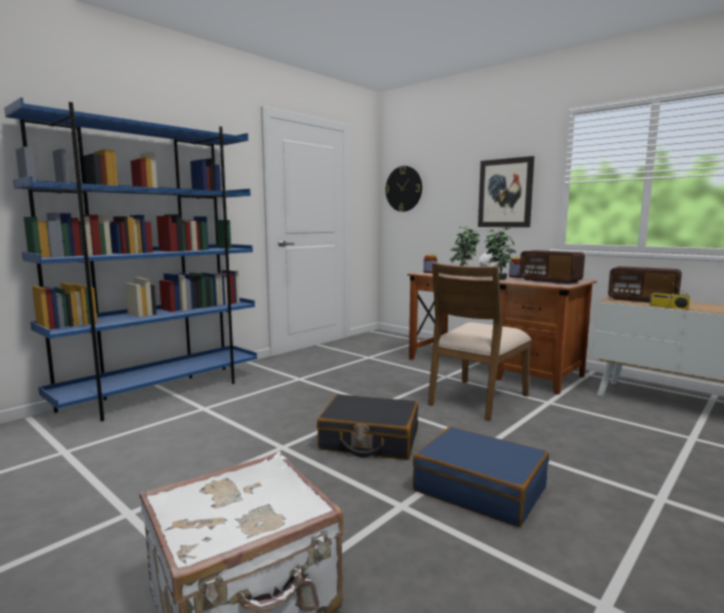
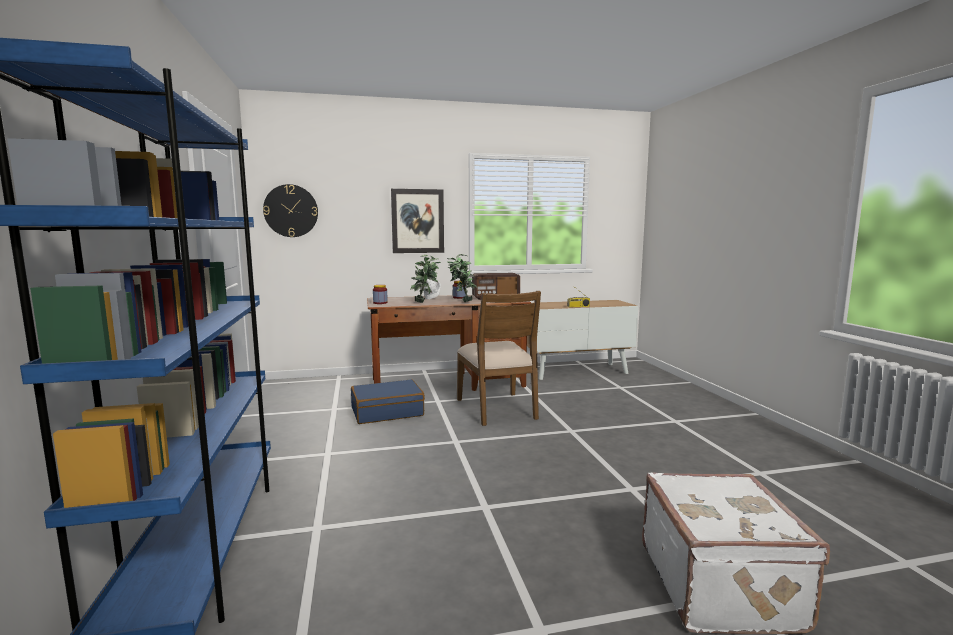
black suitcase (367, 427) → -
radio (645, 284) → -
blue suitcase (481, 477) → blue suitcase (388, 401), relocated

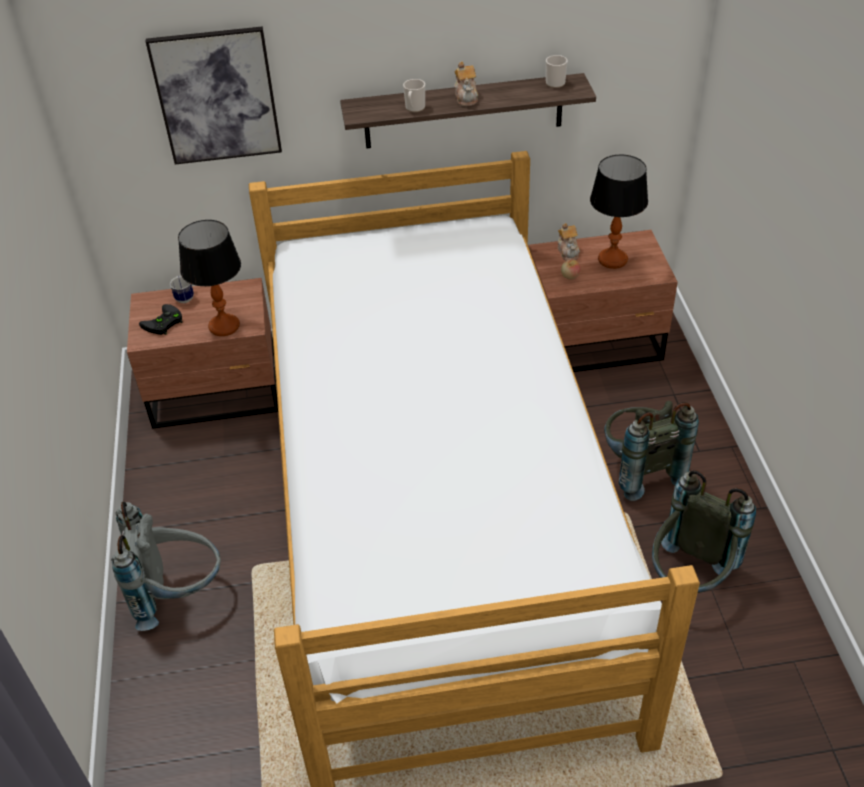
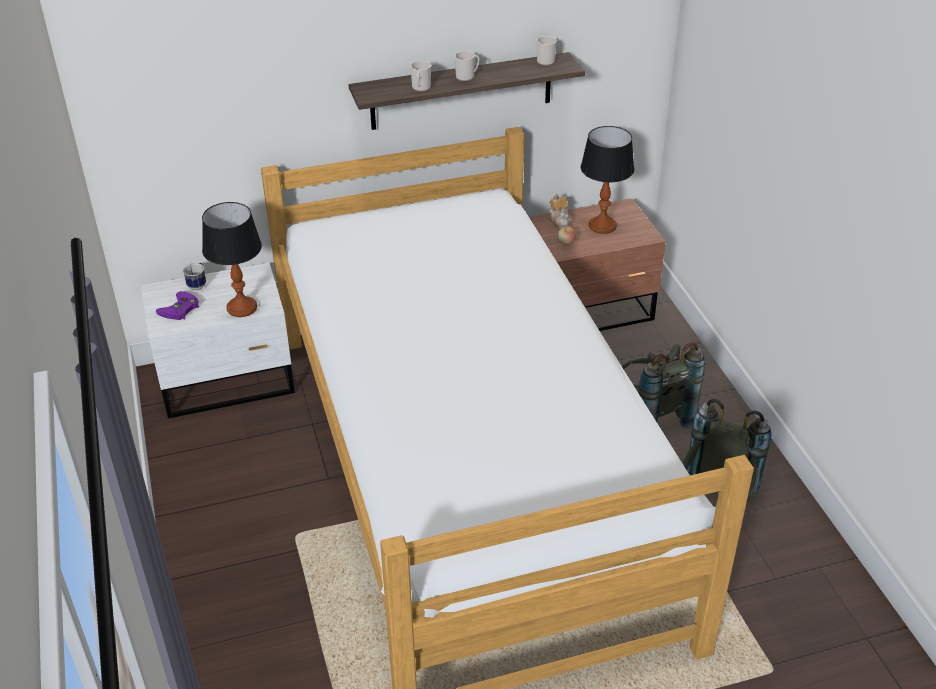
grey backpack (166, 566) → -
picture (214, 95) → -
teapot (466, 83) → mug (467, 66)
brown nightstand (202, 353) → white nightstand (218, 341)
black game controller (161, 319) → purple game controller (177, 305)

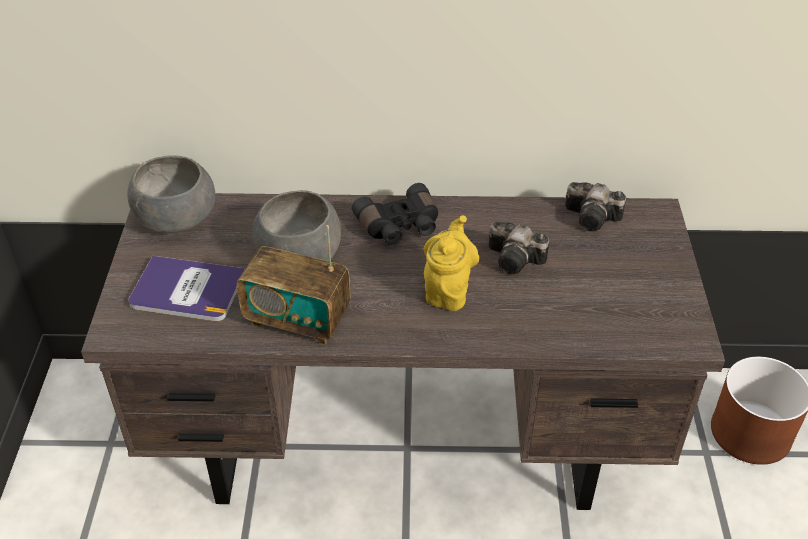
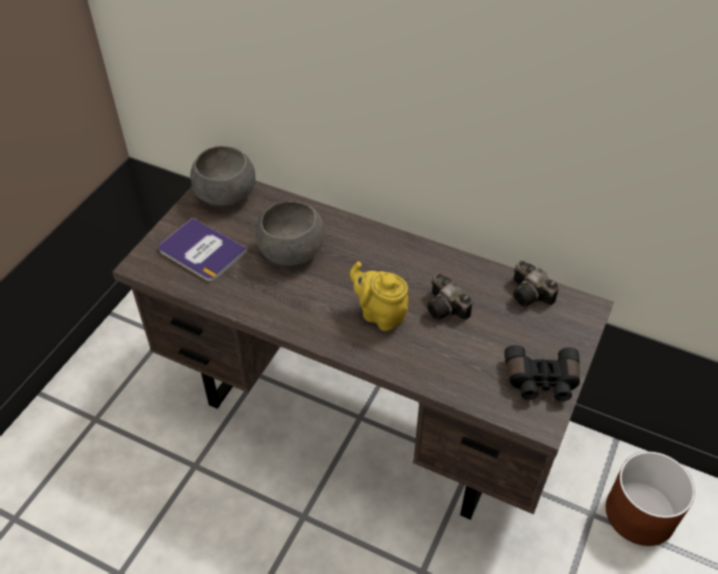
radio (294, 285) → -
black binoculars (395, 214) → black binoculars (542, 373), relocated
yellow teapot (451, 263) → yellow teapot (379, 296), 90 degrees counterclockwise

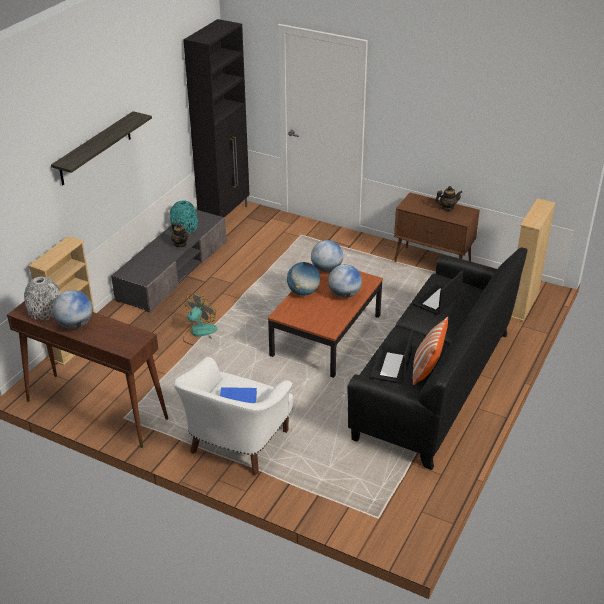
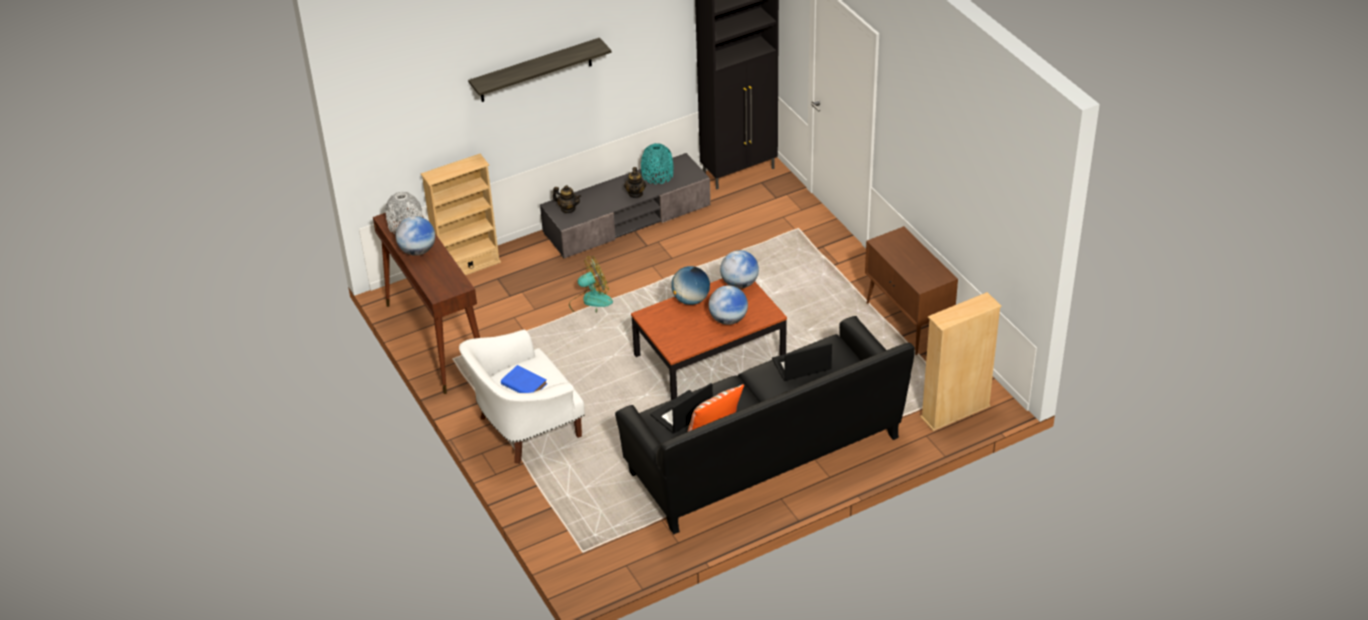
teapot (448, 198) → teapot (567, 199), relocated

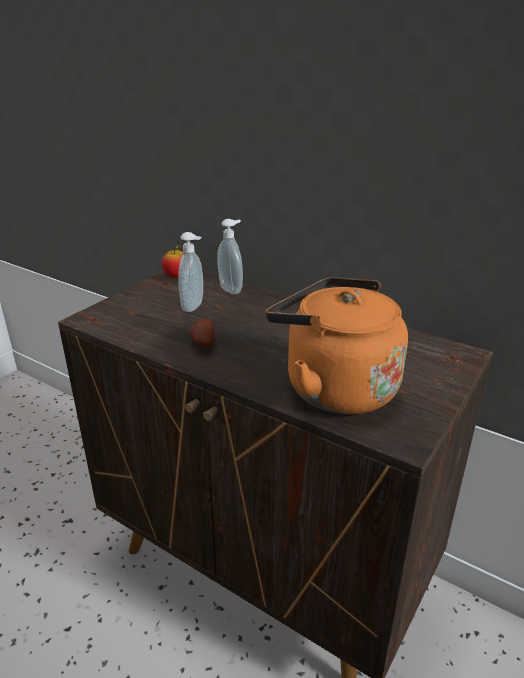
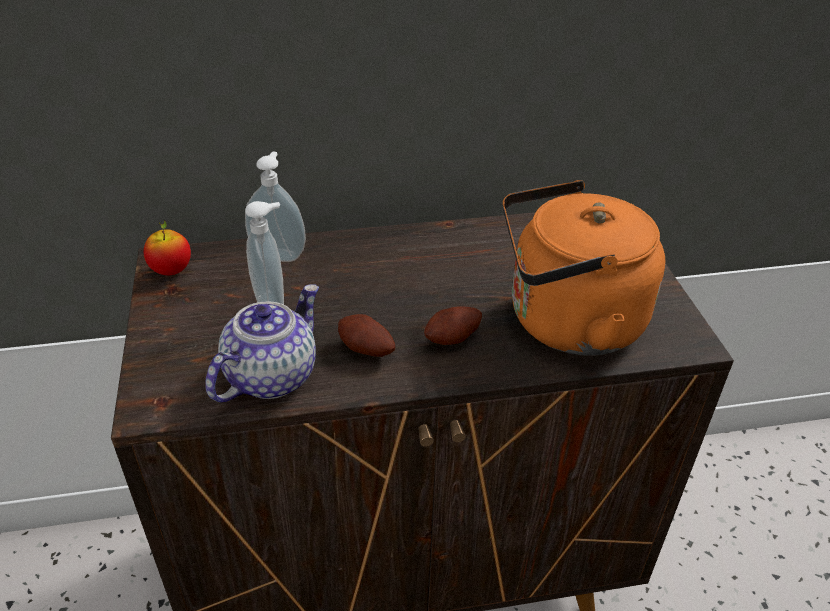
- → teapot (262, 343)
- → potato (453, 325)

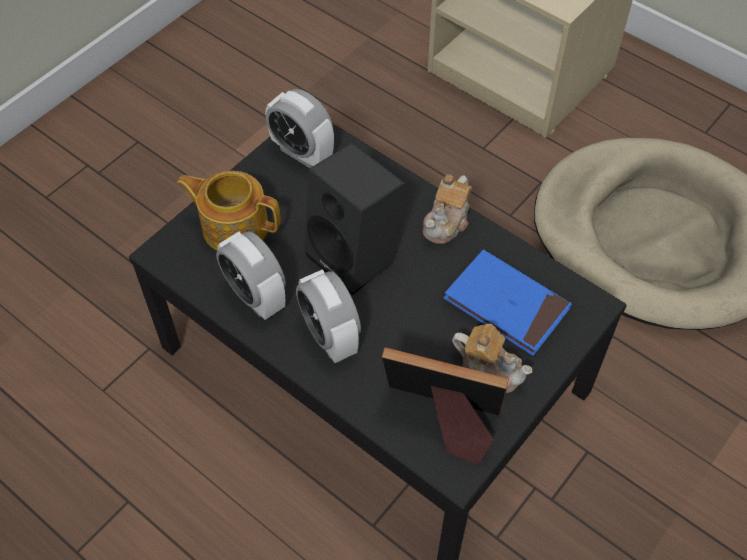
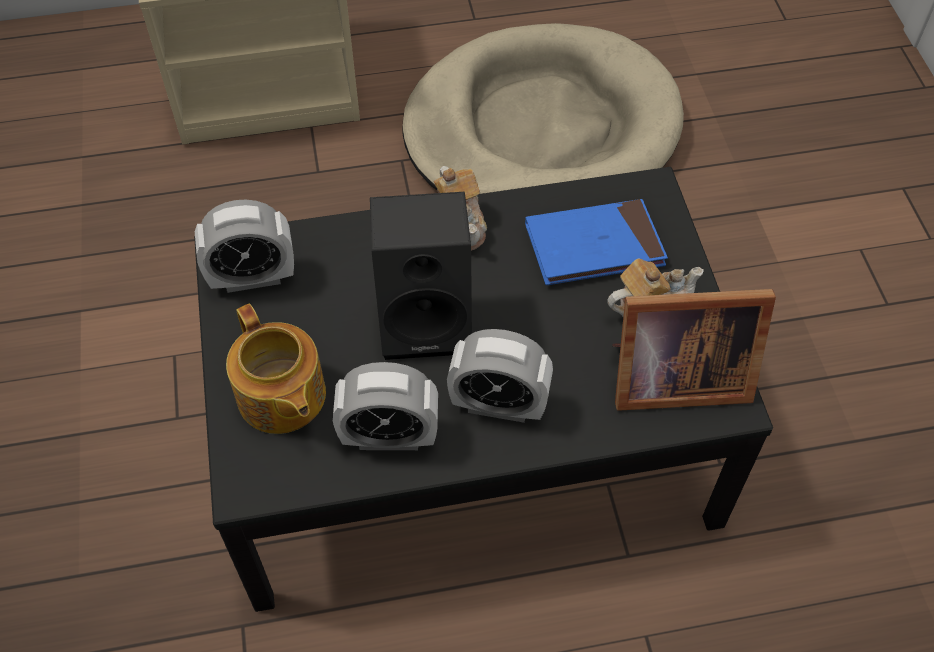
teapot (229, 210) → teapot (276, 369), 90 degrees counterclockwise
picture frame (445, 406) → picture frame (694, 350), 150 degrees counterclockwise

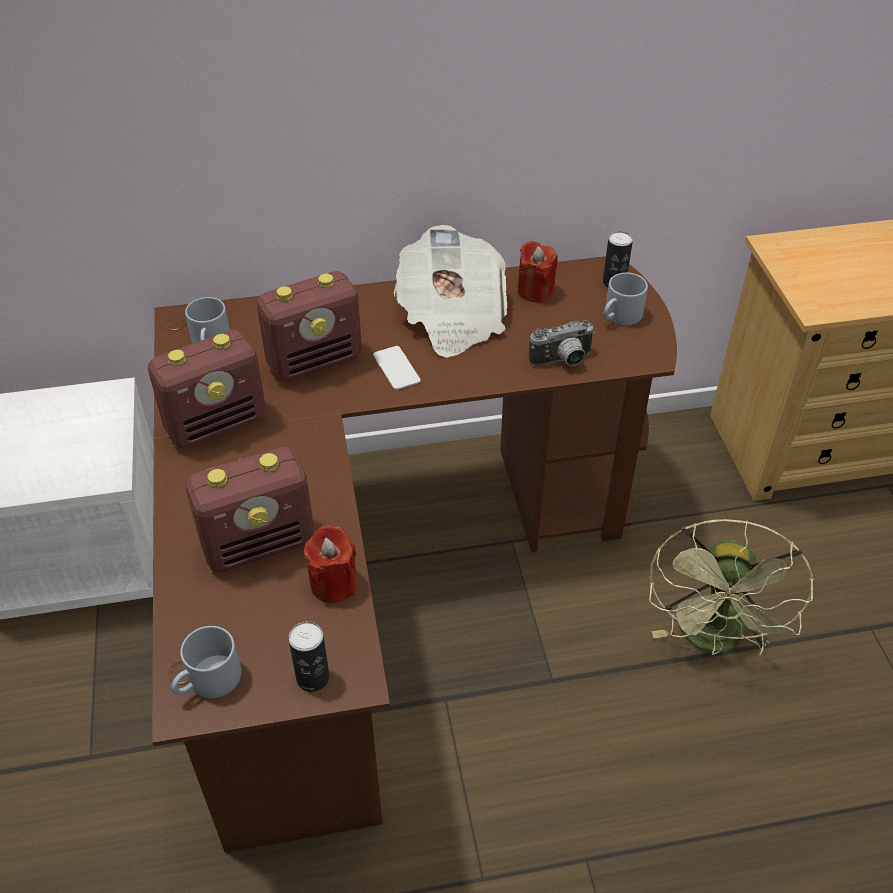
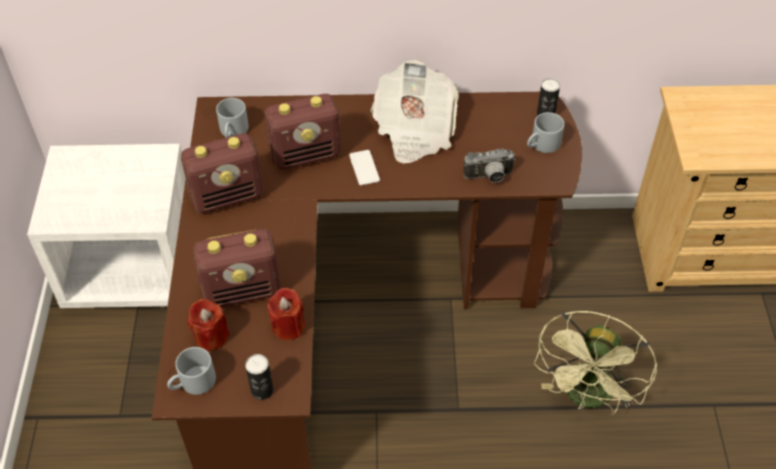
red candle (538, 271) → red candle (208, 324), relocated

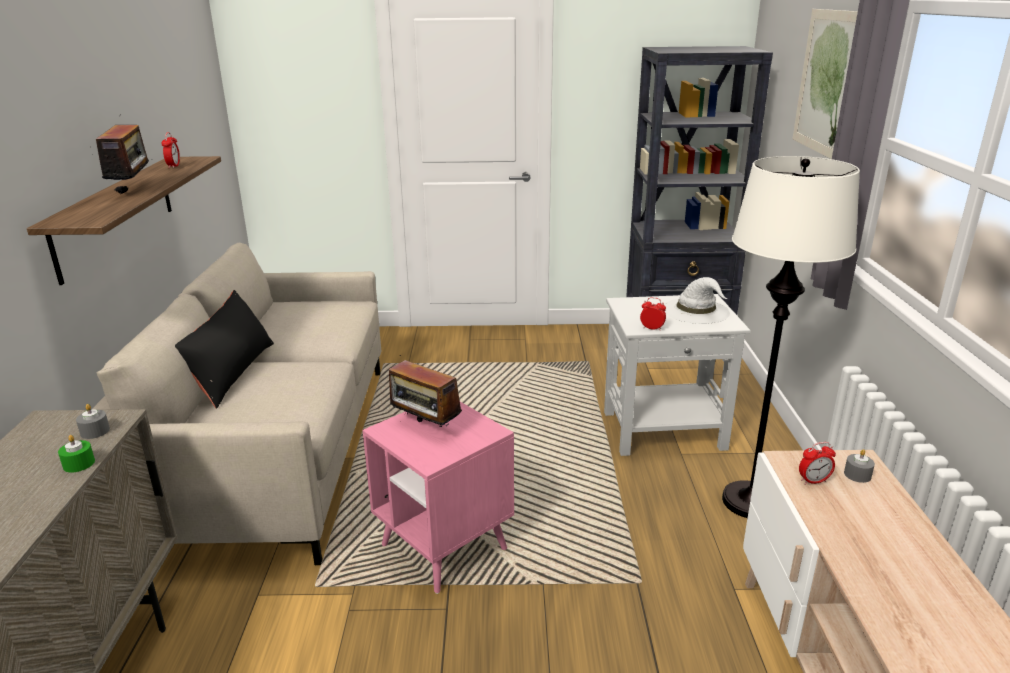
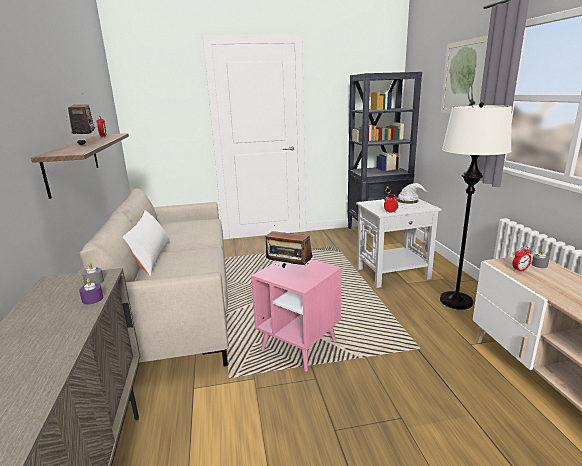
green candle (76, 454) → purple candle (91, 291)
black pillow (224, 349) → white pillow (146, 243)

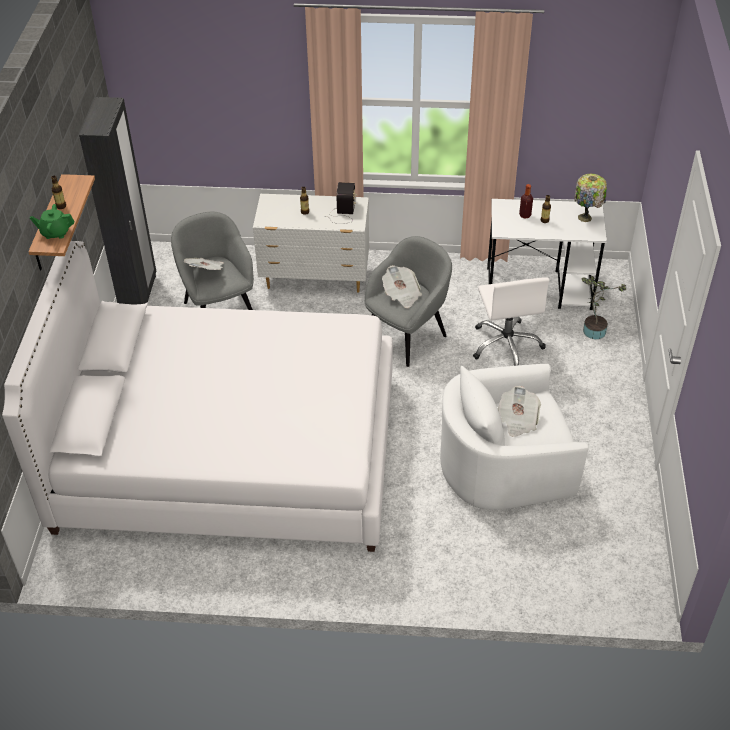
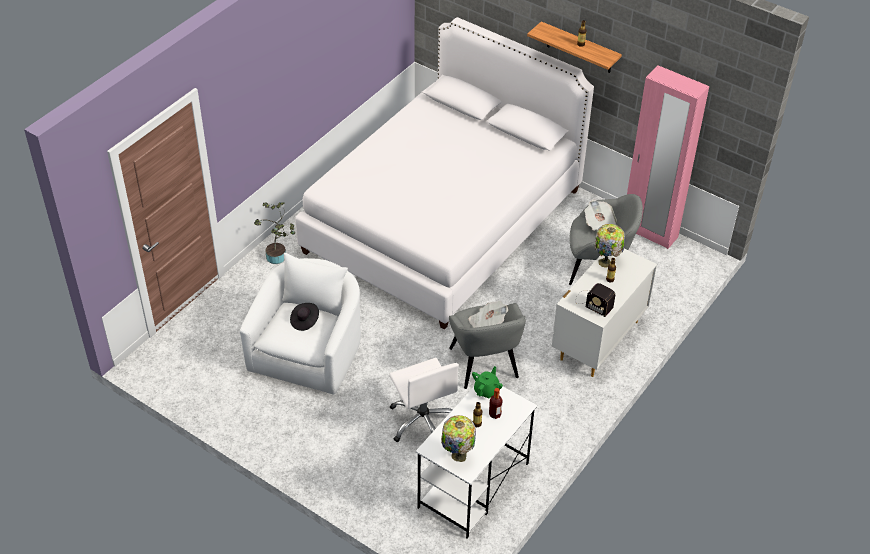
- → table lamp (610, 246)
green teapot (52, 221) → green teapot (487, 382), relocated
potted plant (604, 307) → potted plant (274, 233), relocated
newspaper (519, 411) → black hat (304, 317)
black wardrobe (117, 200) → pink wardrobe (668, 157)
white office chair (511, 321) → white office chair (424, 400), 135 degrees counterclockwise

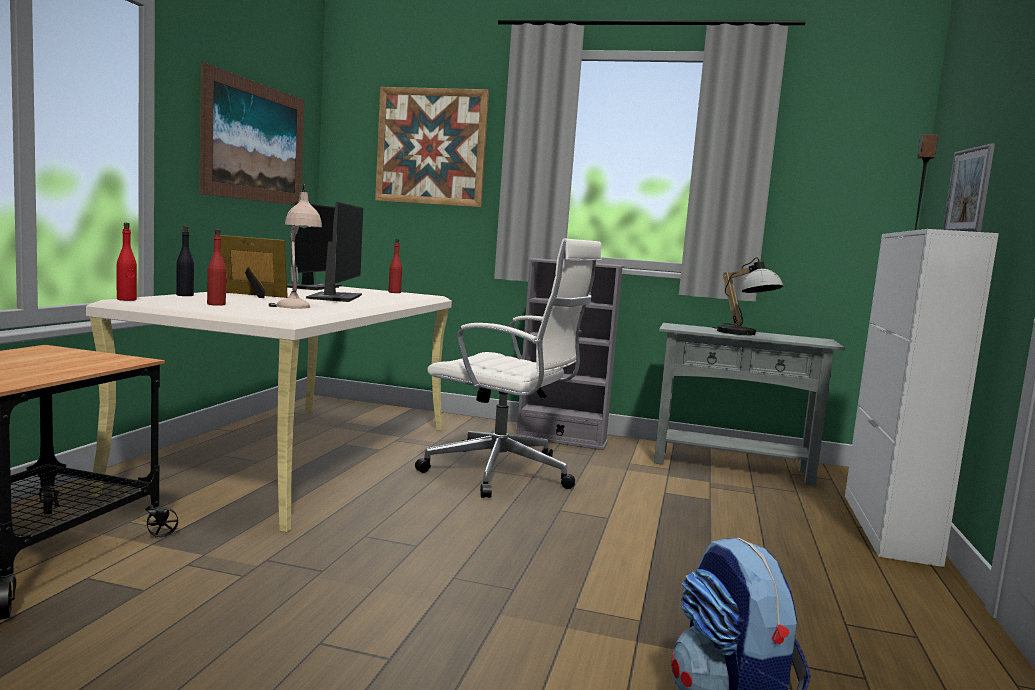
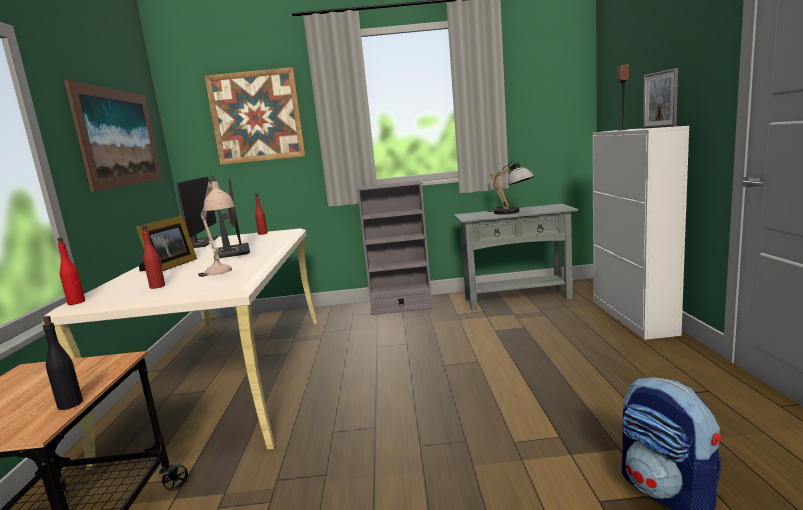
white office chair (508, 368) → -
black bottle (185, 261) → black bottle (62, 363), relocated
picture frame (254, 266) → picture frame (166, 244), 120 degrees clockwise

